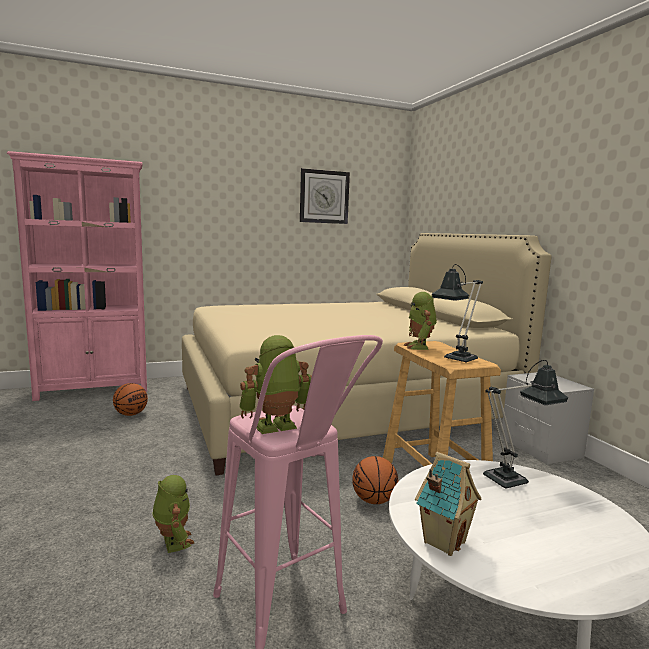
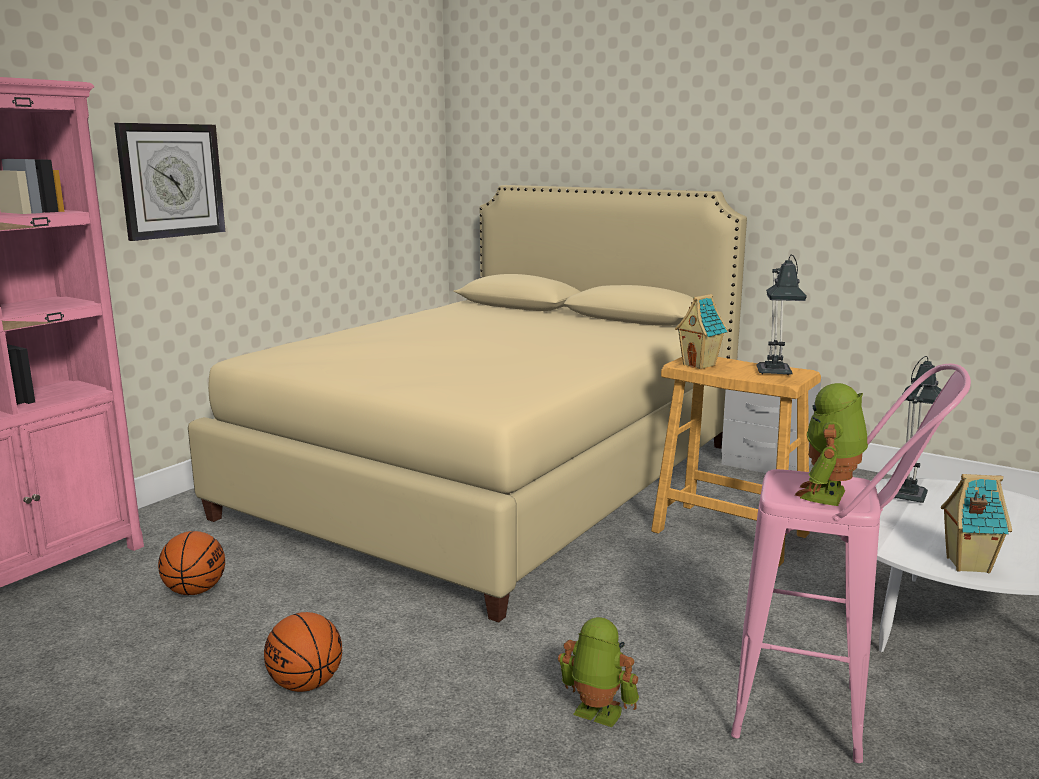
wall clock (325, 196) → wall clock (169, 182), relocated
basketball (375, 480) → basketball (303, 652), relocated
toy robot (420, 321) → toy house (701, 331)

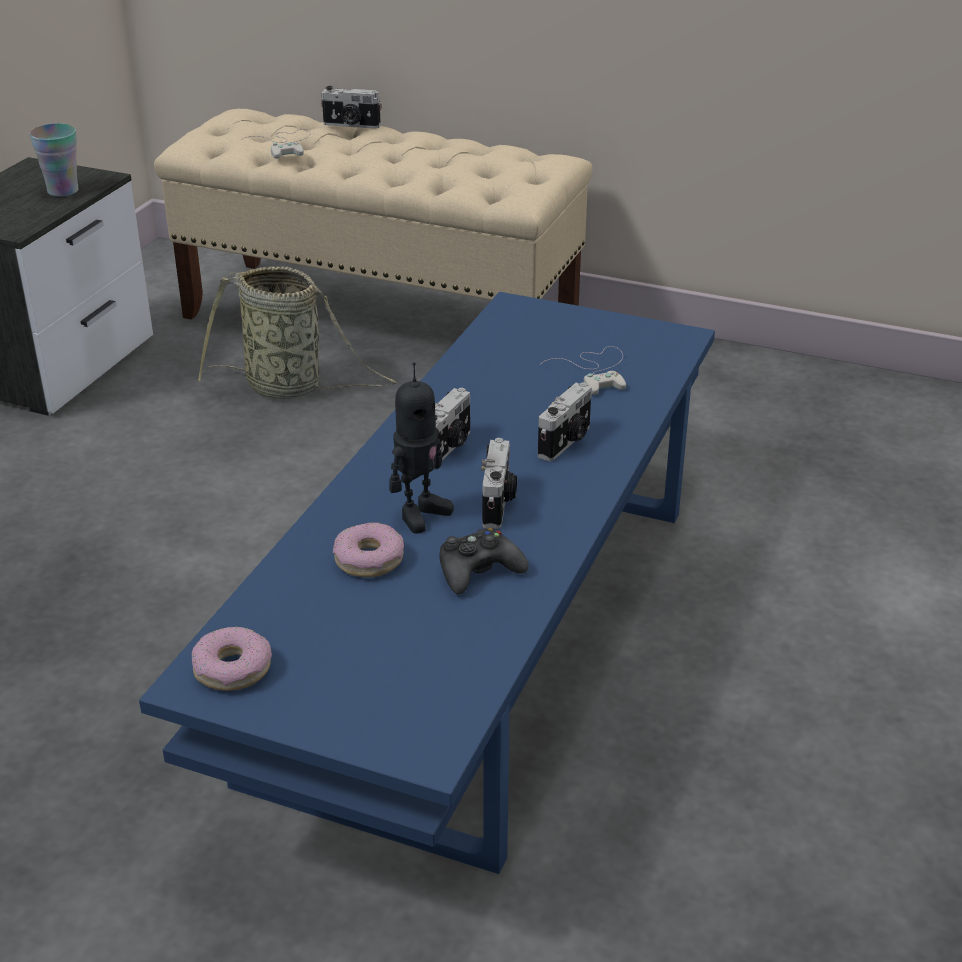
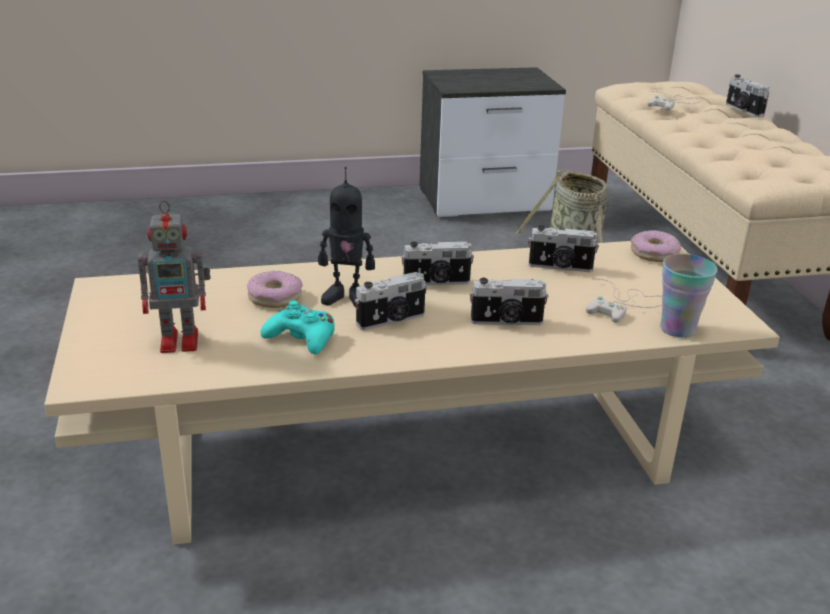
- → toy robot (174, 276)
- → photo camera (563, 248)
cup (53, 160) → cup (689, 296), relocated
donut (232, 659) → donut (656, 246), relocated
blue coffee table (427, 583) → beige coffee table (412, 393)
black game controller (483, 561) → turquoise game controller (298, 327)

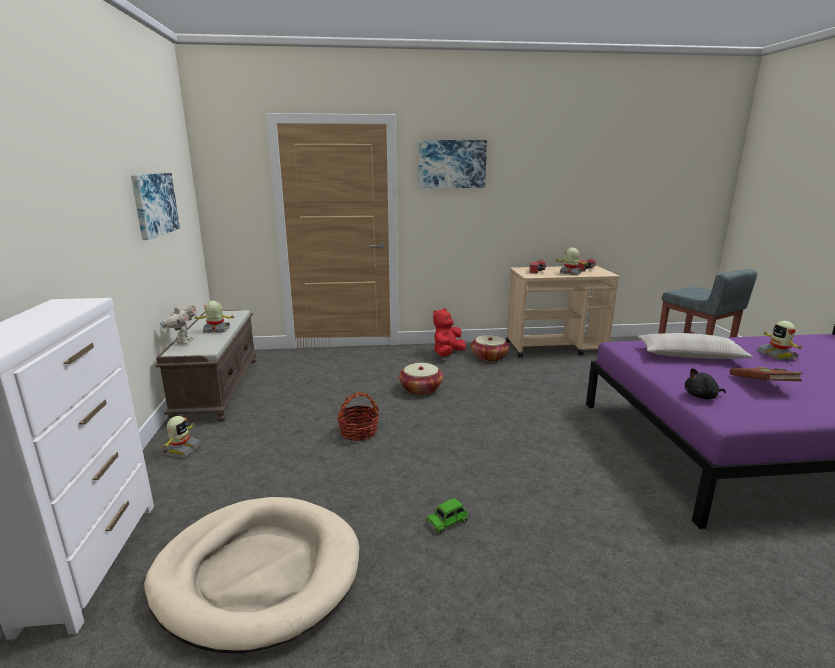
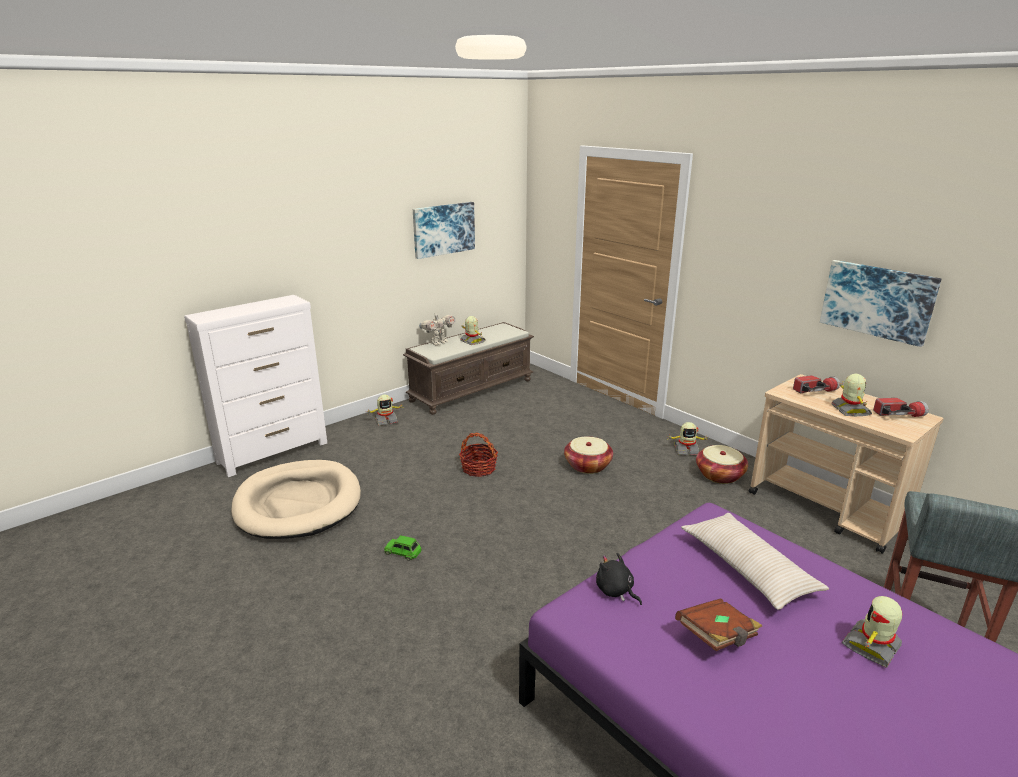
picture (453, 164) → picture (880, 303), relocated
red plush toy (449, 332) → toy robot (687, 438)

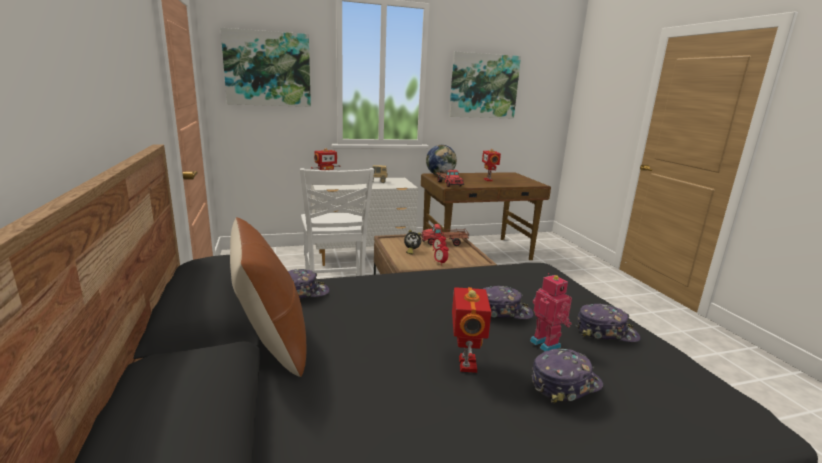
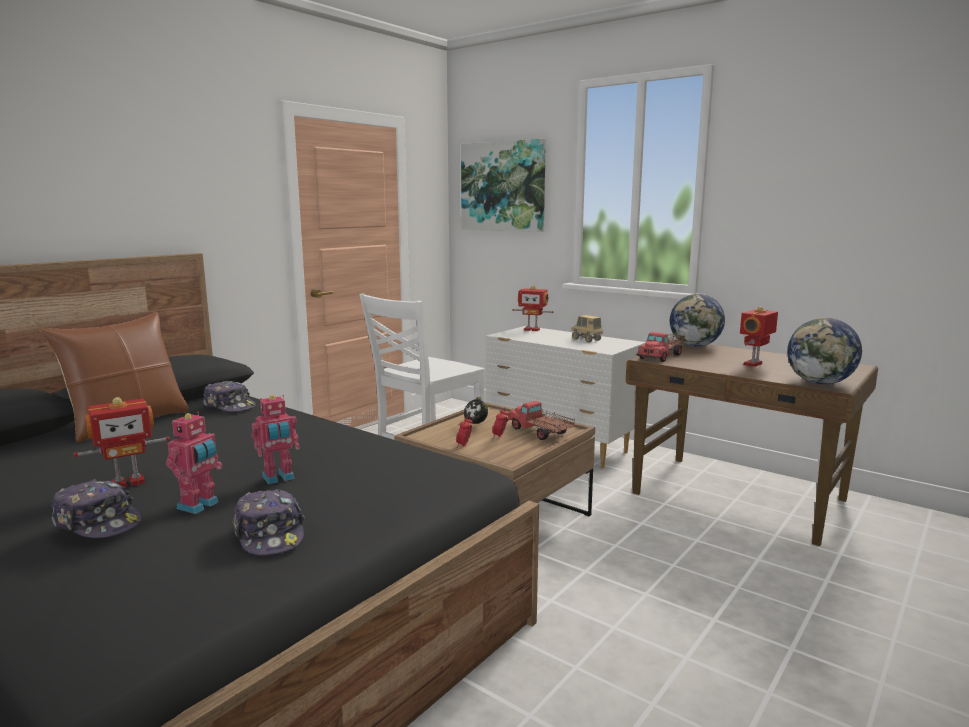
picture (485, 84) → -
- → globe (824, 351)
cap (508, 302) → toy robot (275, 439)

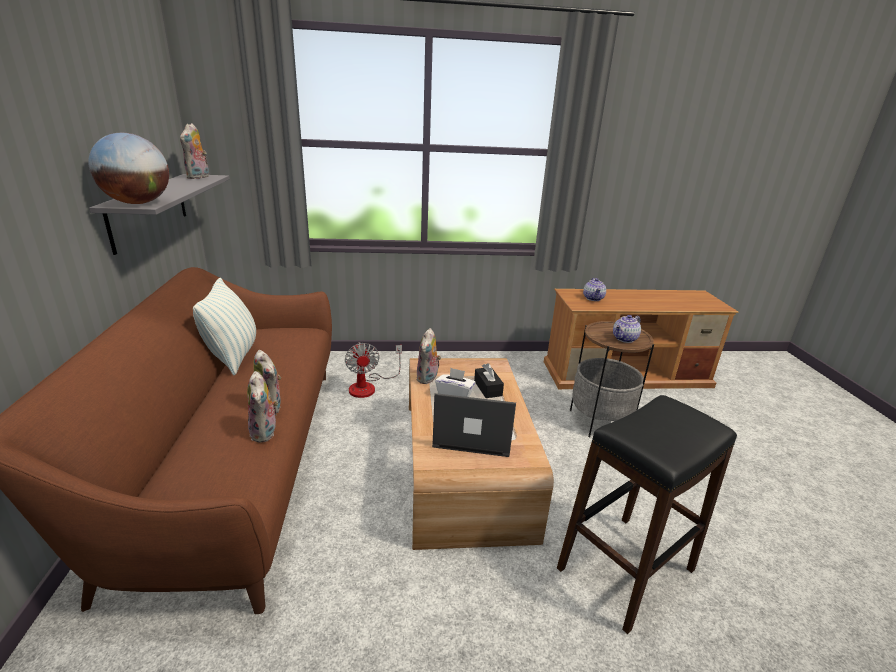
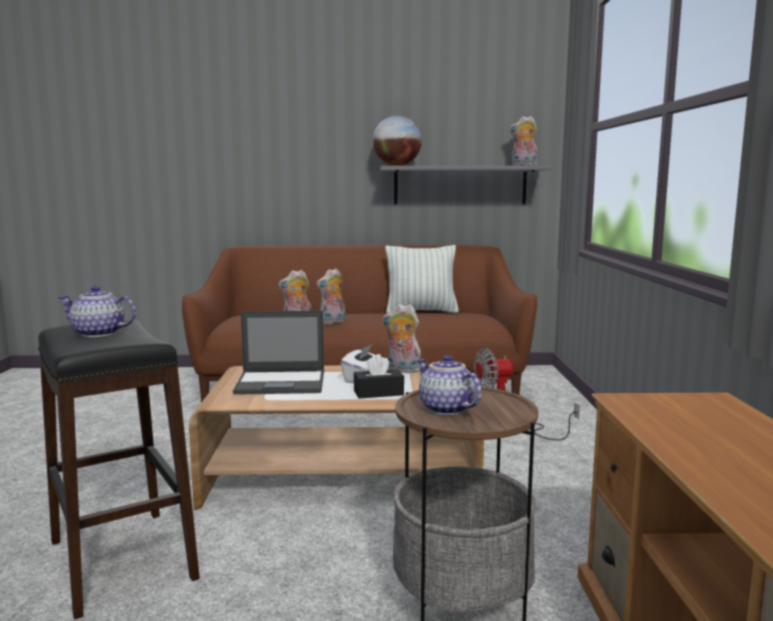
teapot (594, 289) → teapot (97, 311), relocated
laptop (474, 425) → laptop (278, 353), 75 degrees clockwise

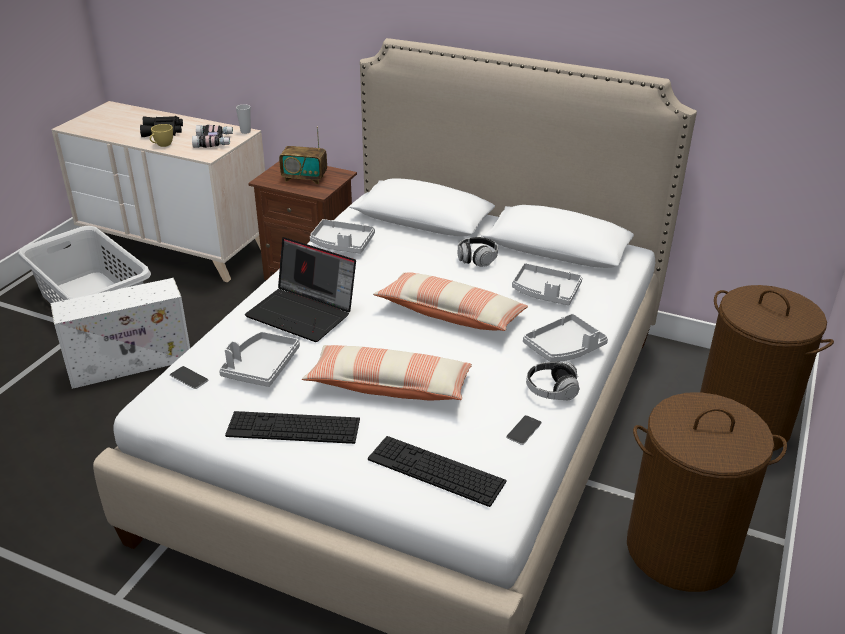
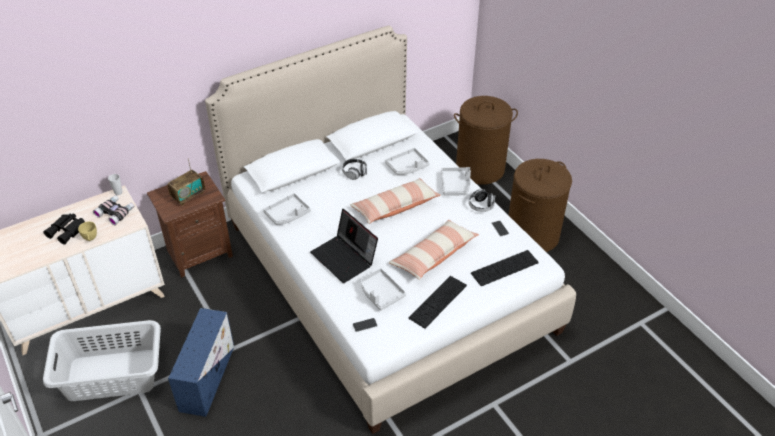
white storage box (120, 333) → blue storage box (201, 362)
laptop (300, 289) → laptop (344, 246), 75 degrees clockwise

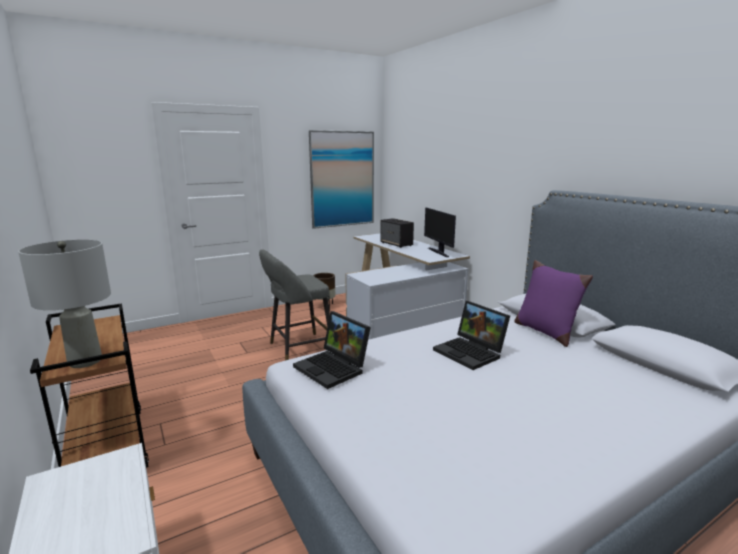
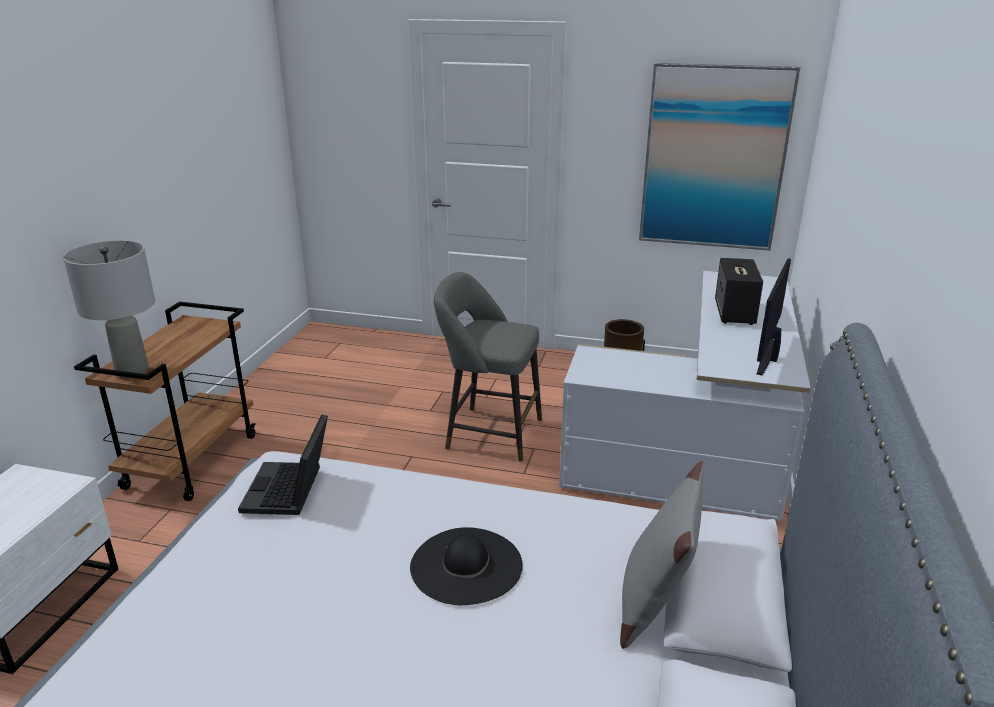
laptop (471, 335) → black hat (466, 566)
purple pillow (553, 303) → grey pillow (662, 555)

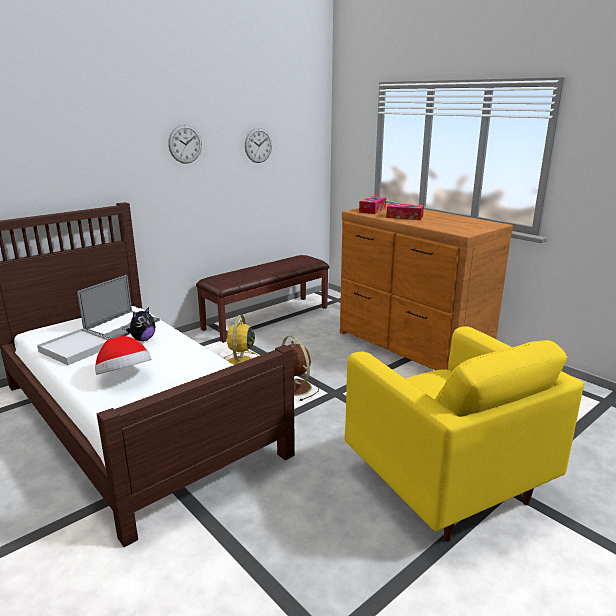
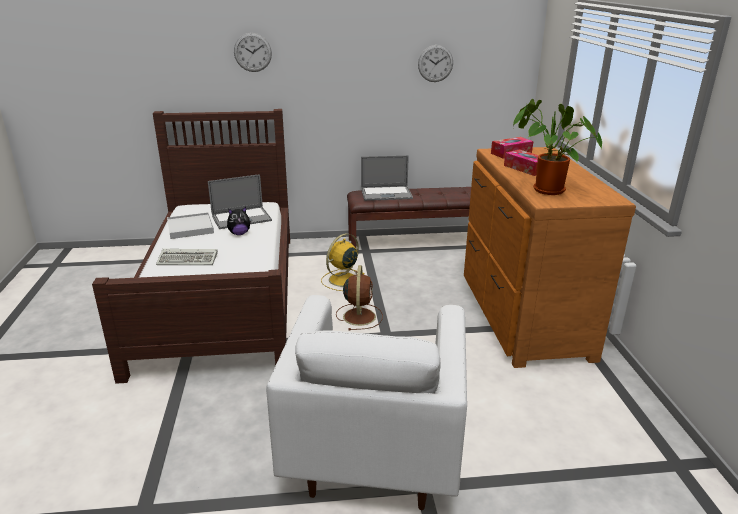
- → laptop (387, 178)
- → potted plant (557, 147)
wall clock (185, 144) → wall clock (253, 52), relocated
hat (123, 355) → keyboard (187, 257)
yellow armchair (464, 434) → white armchair (366, 402)

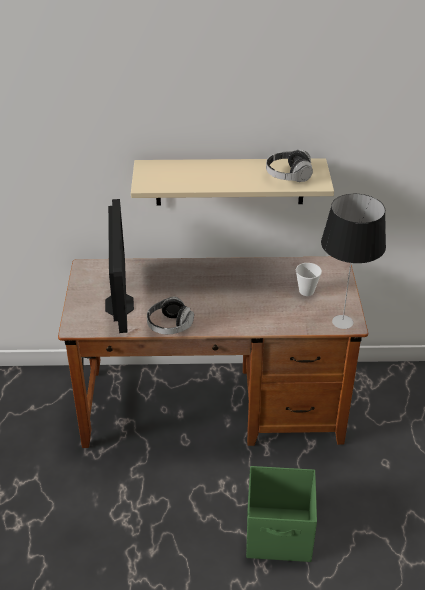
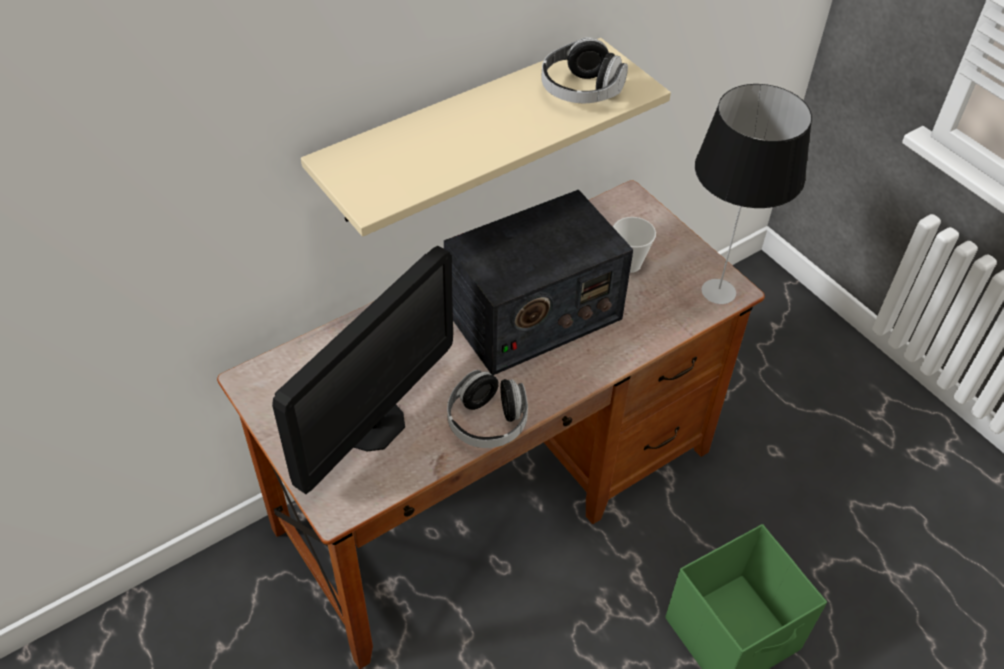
- → radio (538, 282)
monitor (119, 266) → monitor (362, 370), 75 degrees clockwise

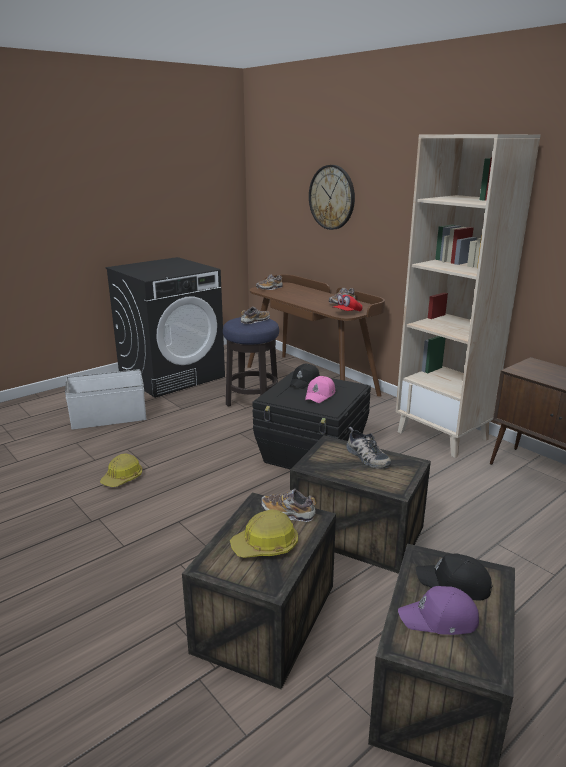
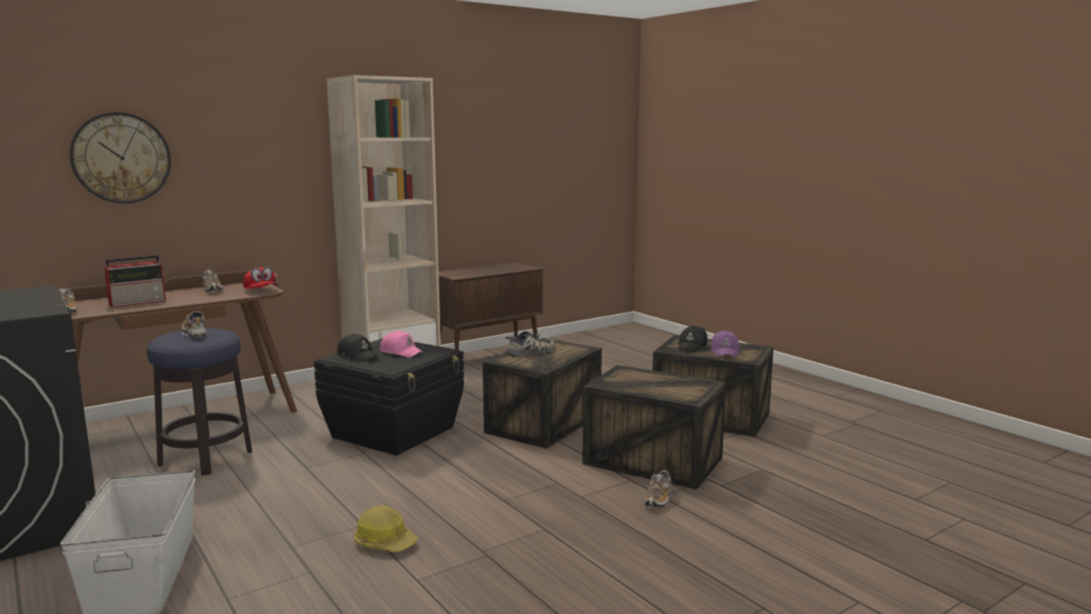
hard hat (264, 533) → -
- → radio (135, 281)
shoe (289, 505) → shoe (658, 489), relocated

